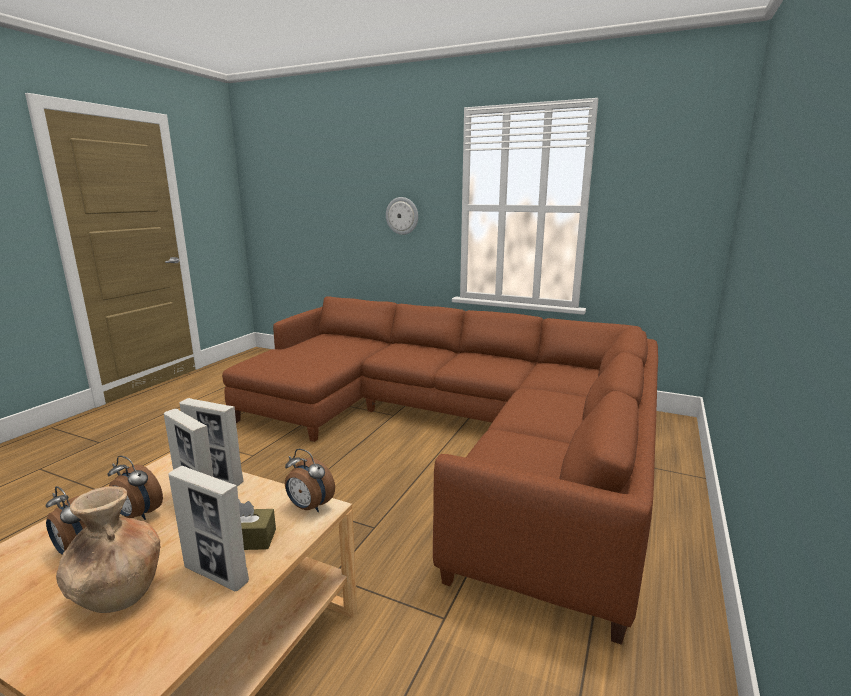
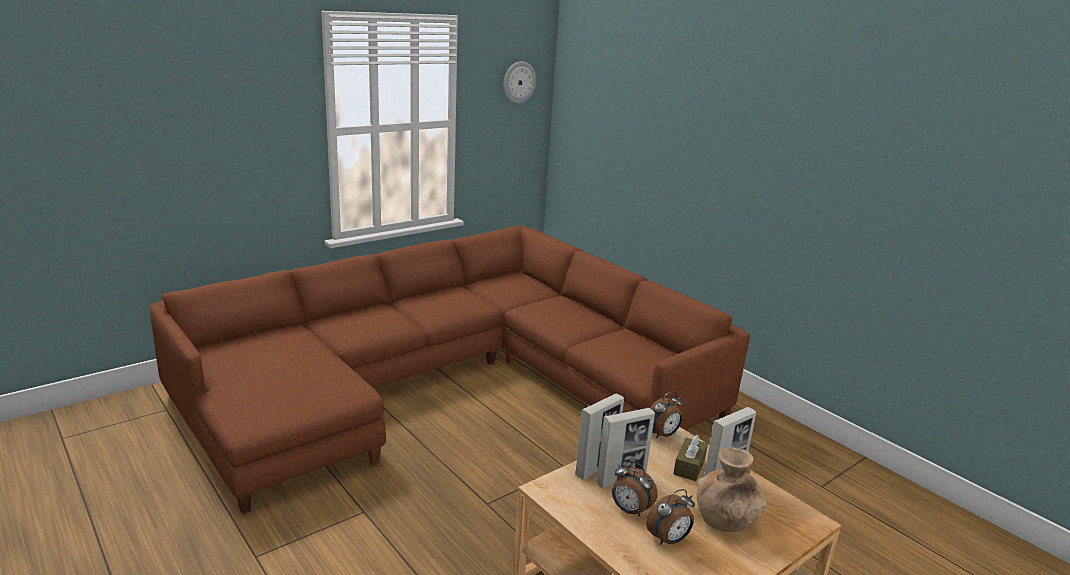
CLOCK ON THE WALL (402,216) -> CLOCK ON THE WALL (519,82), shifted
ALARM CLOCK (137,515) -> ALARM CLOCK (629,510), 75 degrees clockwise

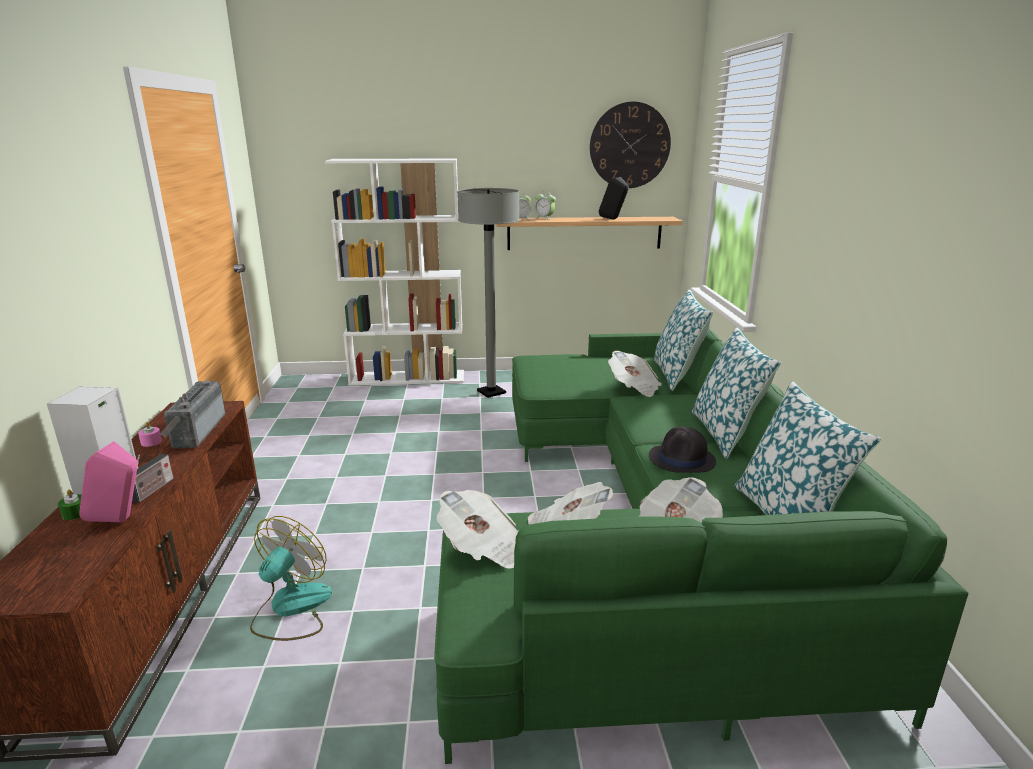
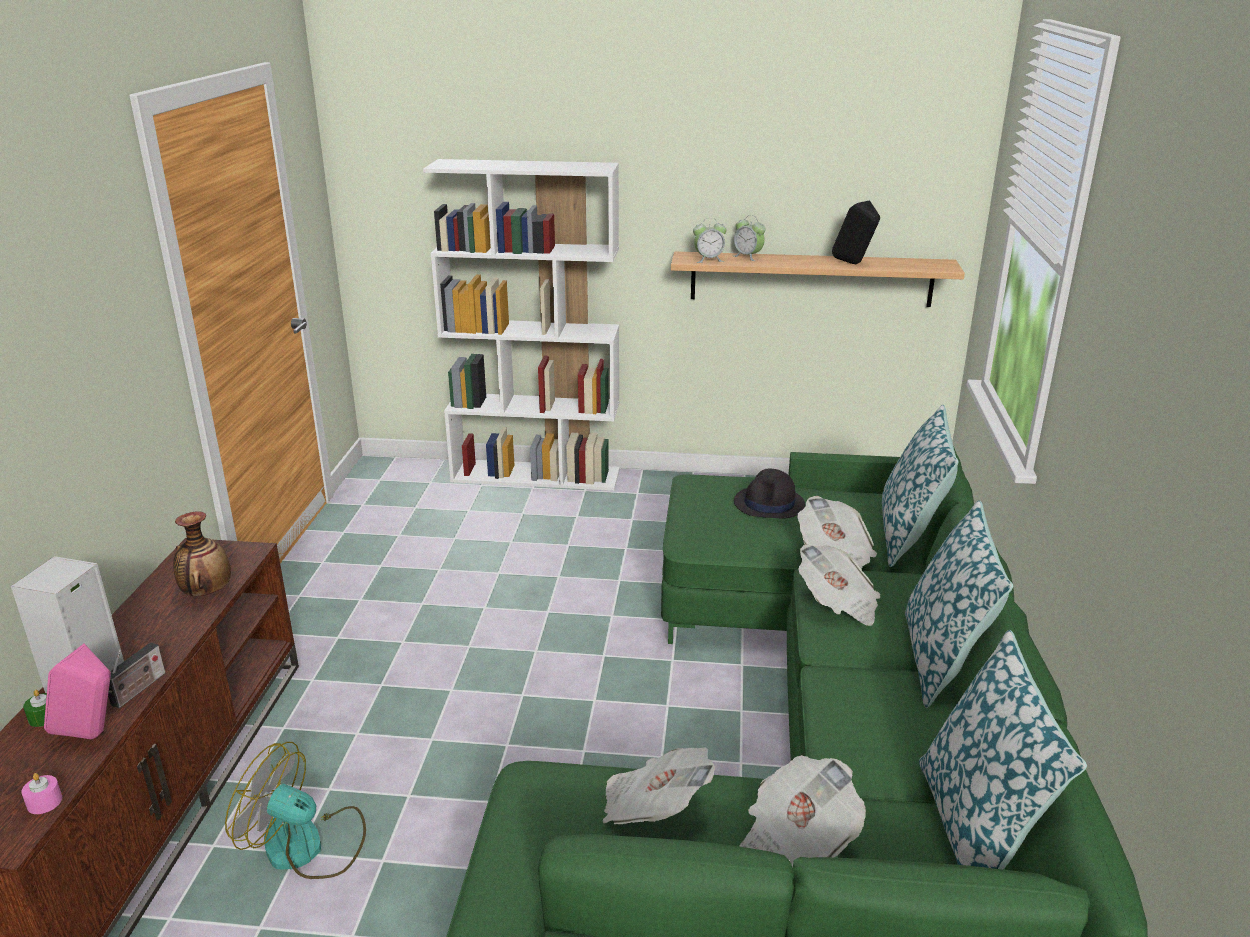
PINK CANDLE (151,442) -> PINK CANDLE (44,802), shifted
RADIO (195,431) -> VASE (206,593)
FAN (291,609) -> FAN (307,846), 105 degrees counterclockwise
BLACK CLOTHING HAT (682,460) -> BLACK CLOTHING HAT (769,504), shifted
DAILY PAPER (482,547) -> DAILY PAPER (838,604), shifted
GREYISH STANDARD LAMP (491,392) -> none
CLOCK ON THE WALL (629,145) -> none

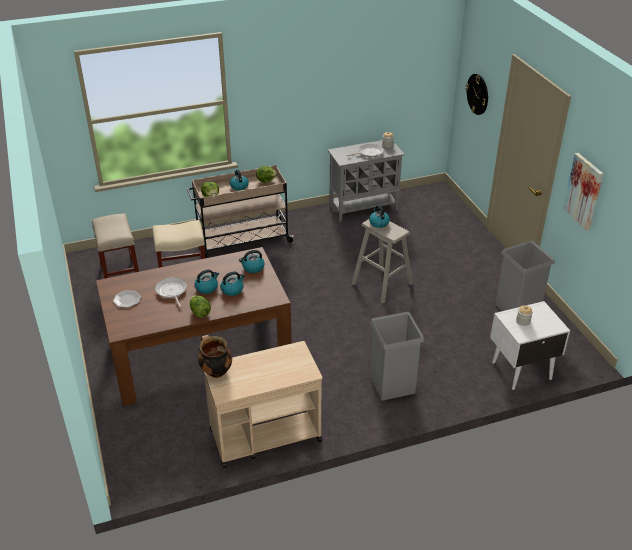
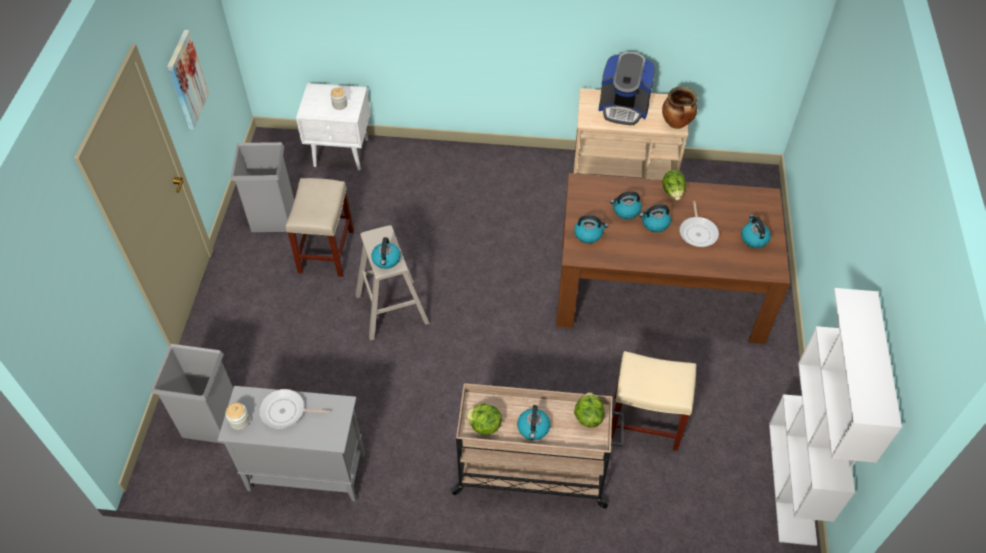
GREYISH TRASH CAN (392,384) -> GREYISH TRASH CAN (210,420), shifted
SAND-COLOURED STOOL (120,274) -> SAND-COLOURED STOOL (326,252), shifted
none -> COFFEE MACHINE (623,108)
PLATE (127,299) -> KETTLE (753,238)
none -> WHITE-COLOURED BOOKSHELF (792,482)
CLOCK ON THE WALL (477,94) -> none

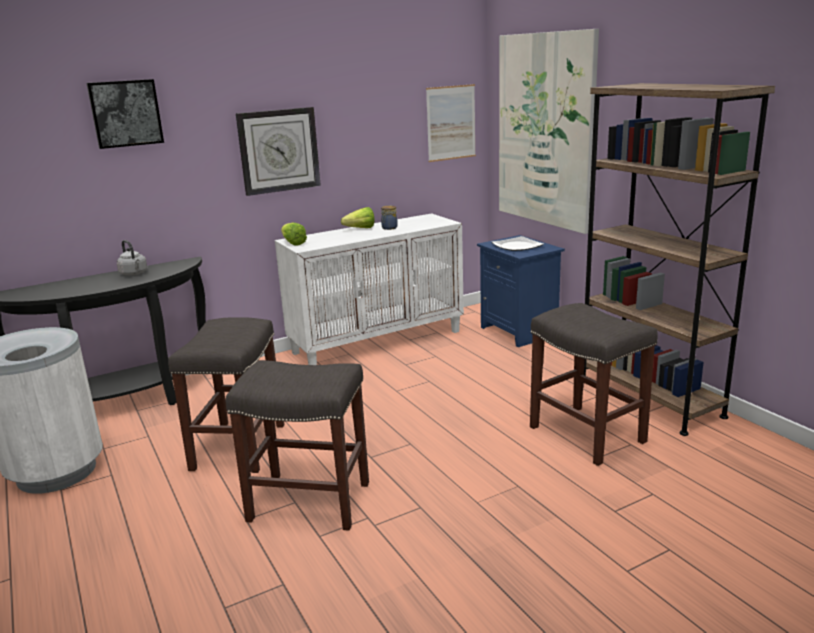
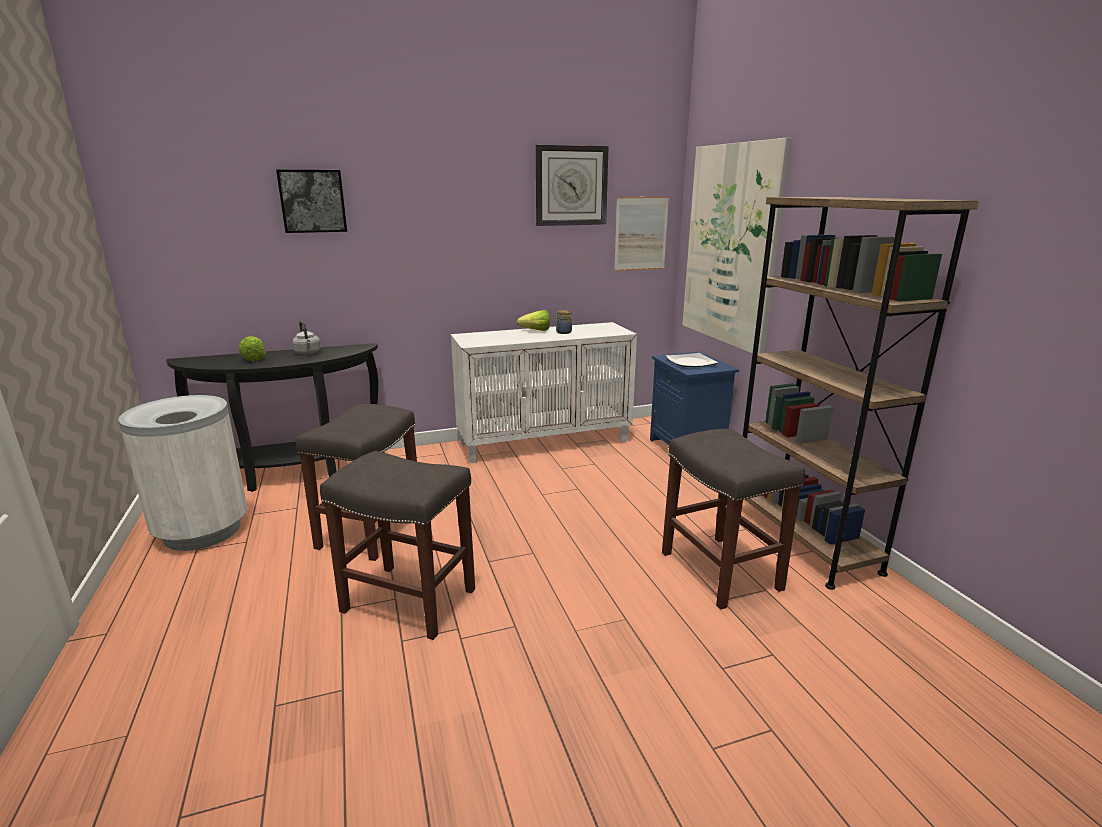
LETTUCE (292,242) -> LETTUCE (254,357), shifted
CLOCK ON THE WALL (279,150) -> CLOCK ON THE WALL (571,186), shifted

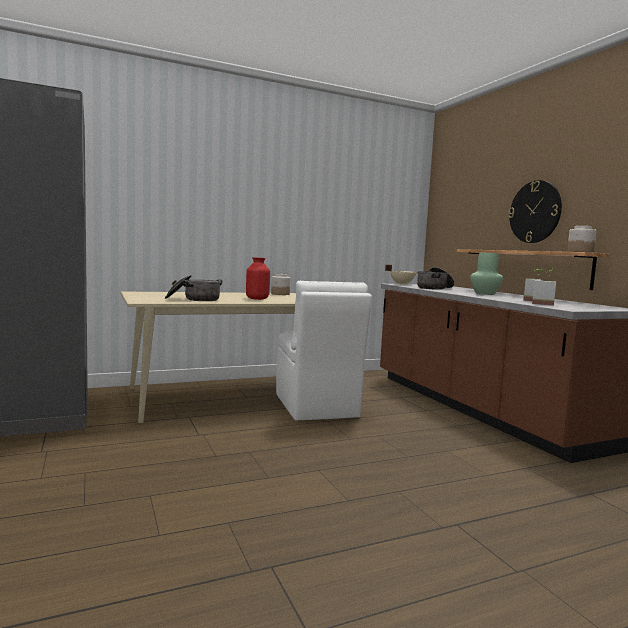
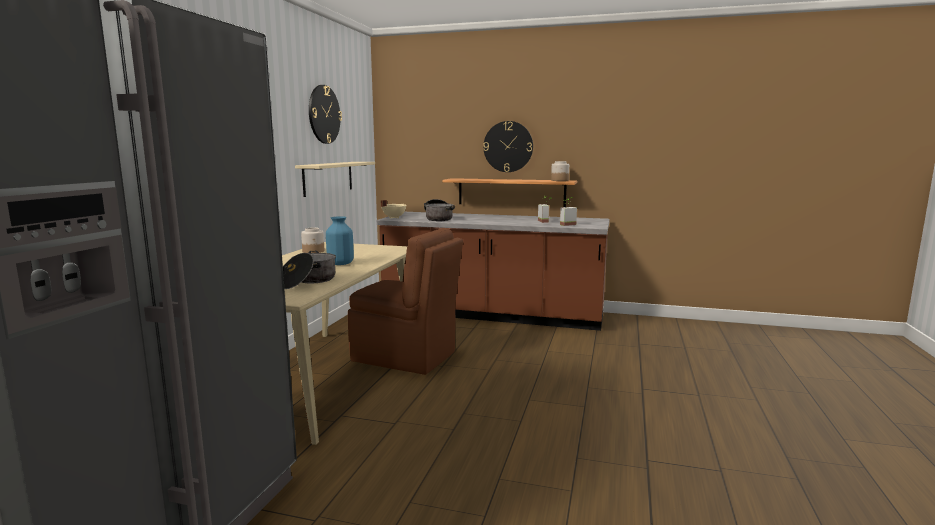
none -> SAND-COLOURED BRACKET SHELF (328,178)
none -> CLOCK ON THE WALL (324,114)
REDDISH VASE (257,299) -> BLUISH VASE (340,263)
WHITE-COLOURED PLAIN CHAIR (316,406) -> BROWN PLAIN CHAIR (406,357)
GREENISH VASE (485,294) -> none

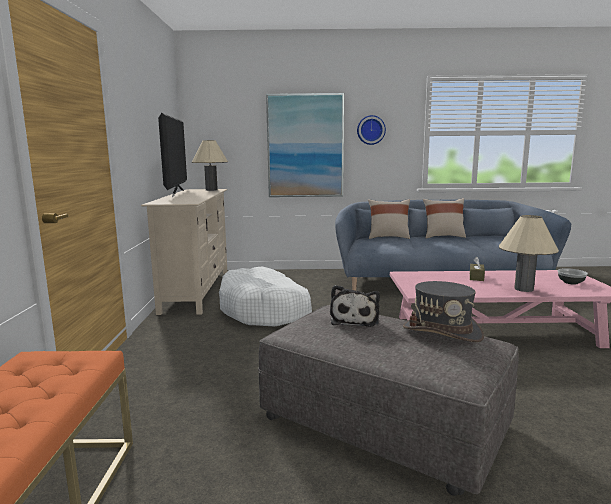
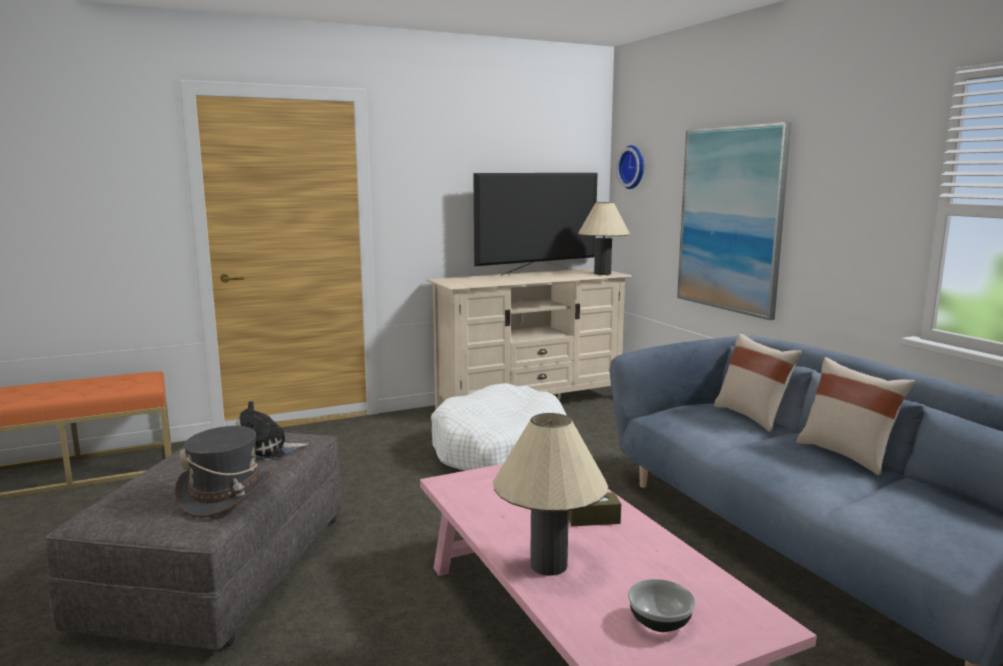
CLOCK ON THE WALL (370,130) -> CLOCK ON THE WALL (633,167), shifted

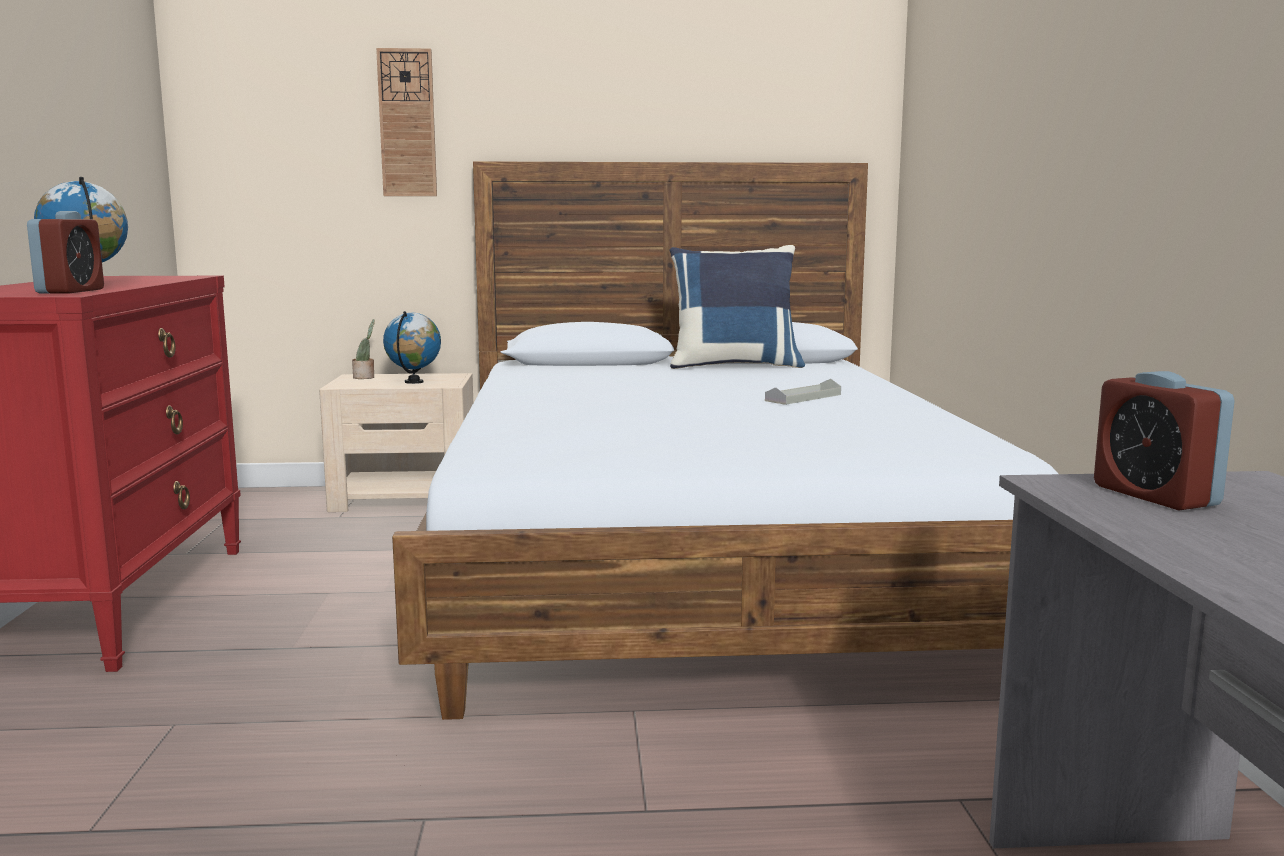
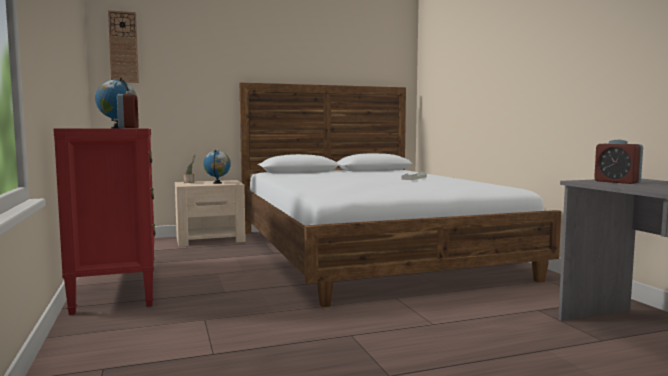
CLOCK ON THE WALL (407,123) -> CLOCK ON THE WALL (123,47), shifted
BLUISH THROW PILLOW (734,365) -> none

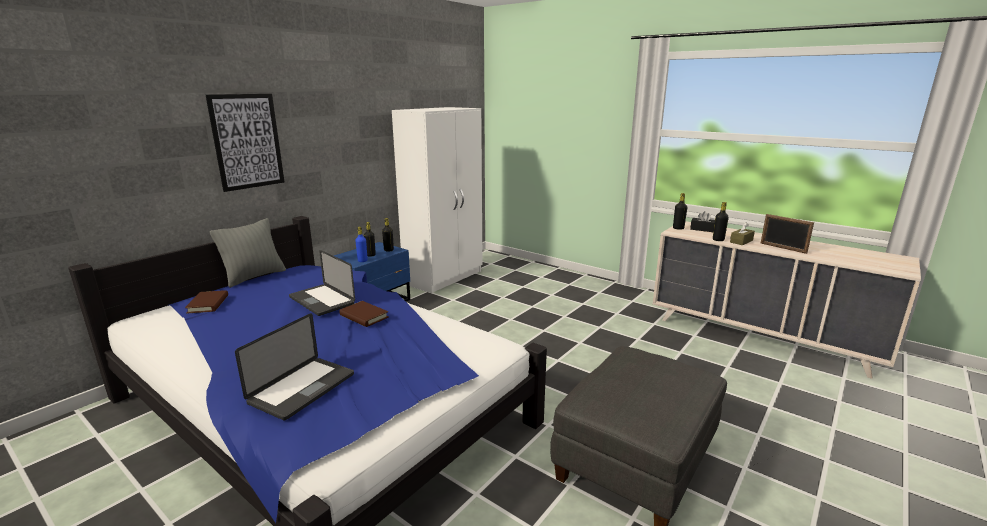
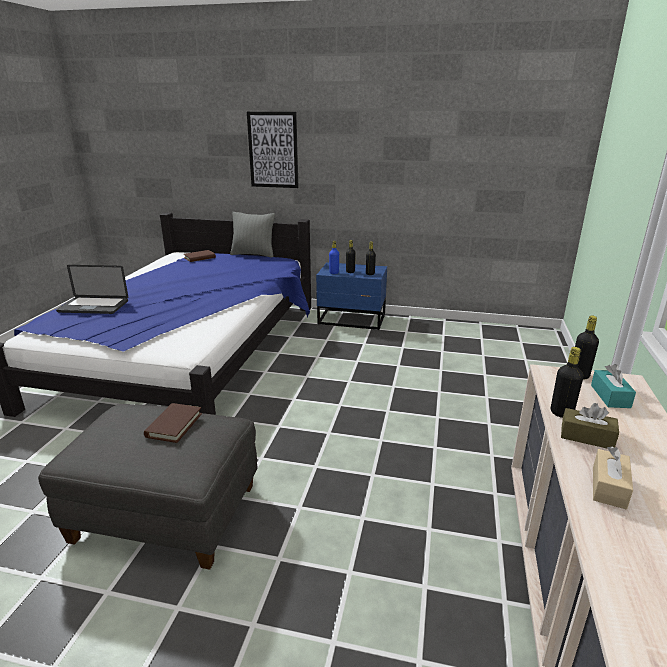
BROWN VOLUME (364,316) -> BROWN VOLUME (174,425), shifted
BLACK BOX OF TISSUES (702,229) -> BLUE-GREEN BOX OF TISSUES (610,396)
PICTURE FRAME (783,248) -> SAND-COLOURED BOX OF TISSUES (609,487)
LAPTOP (322,301) -> none
WHITE-COLOURED WARDROBE (444,277) -> none

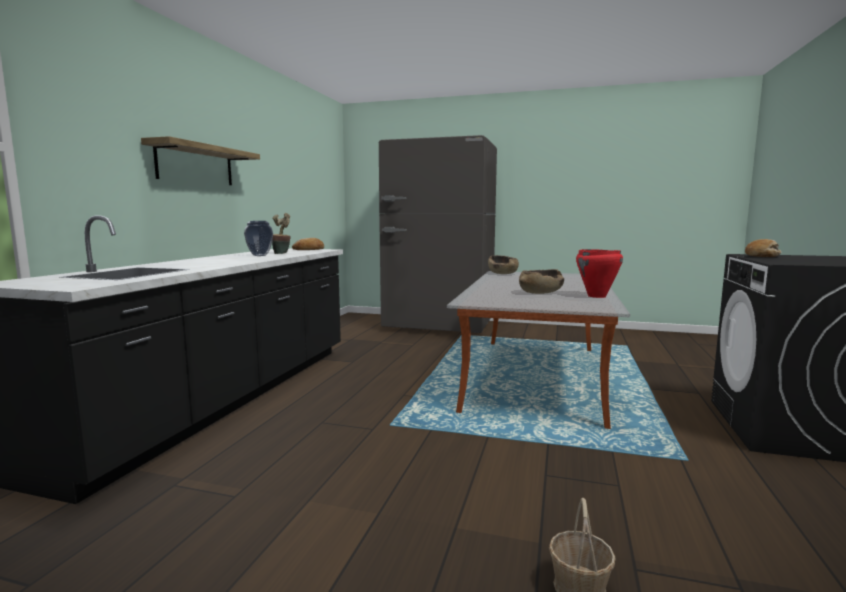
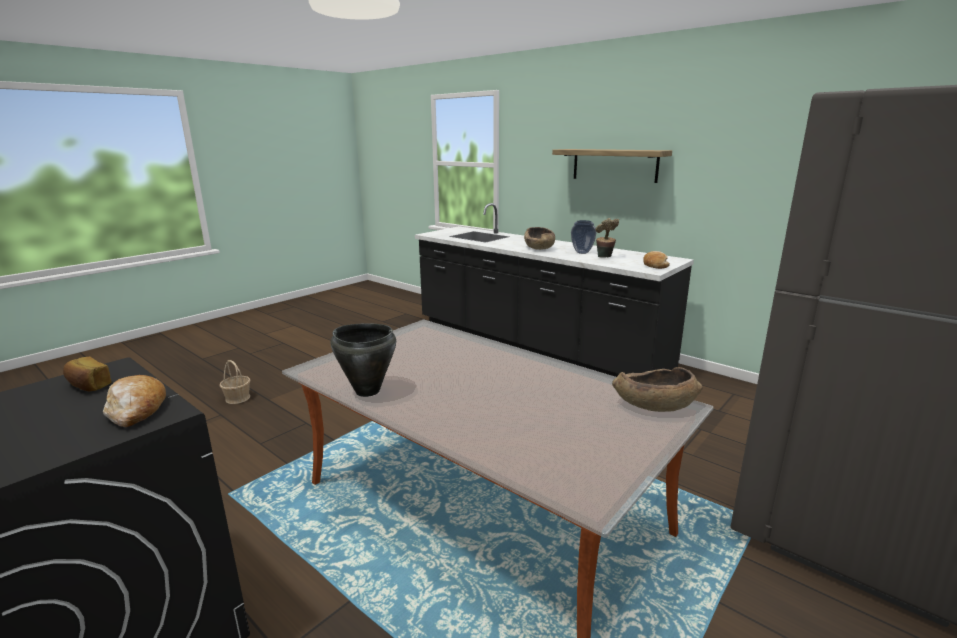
none -> BAKERY BREAD (88,385)
REDDISH COOKING POT (597,296) -> BLACK COOKING POT (367,391)
BROWN DEEP DISH (540,292) -> BROWN DEEP DISH (539,248), shifted

